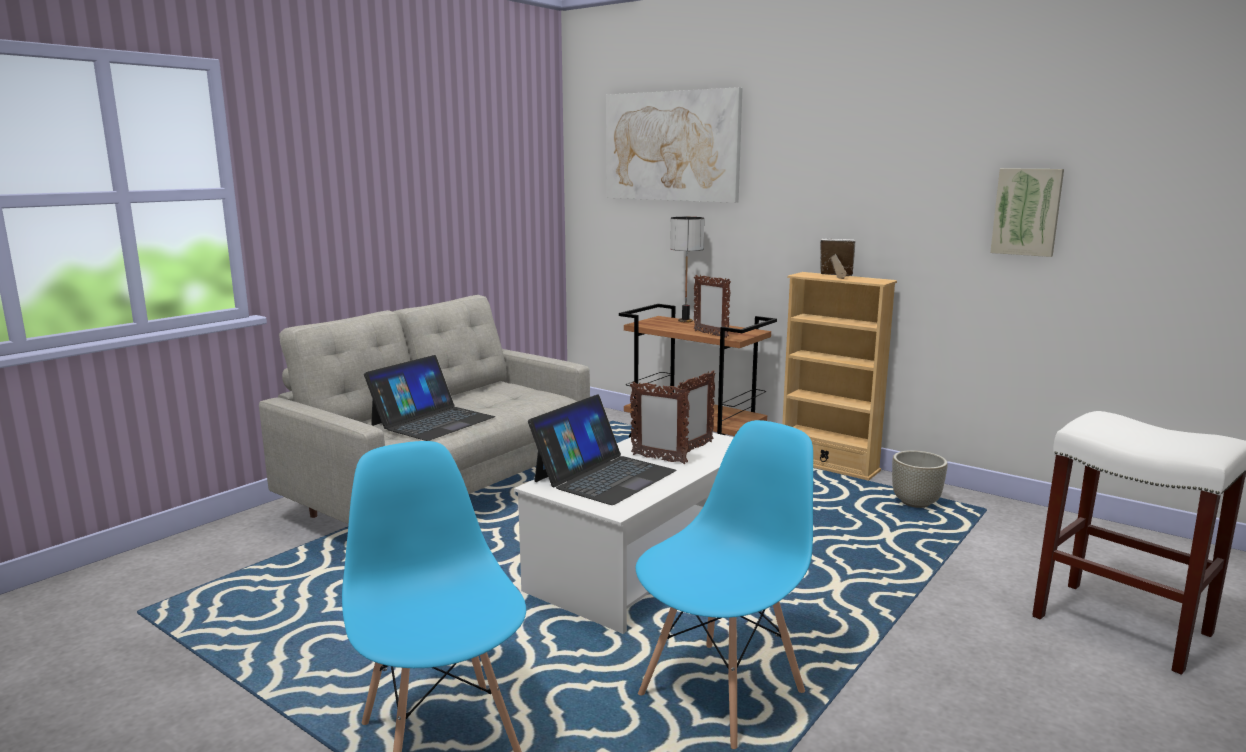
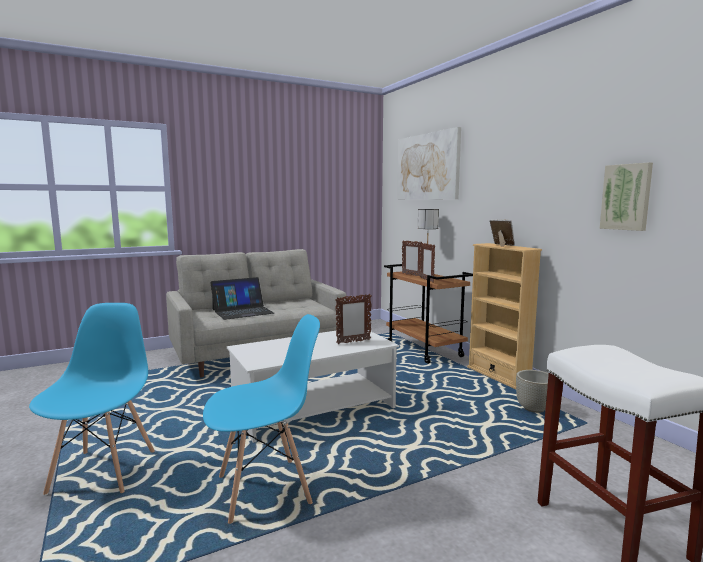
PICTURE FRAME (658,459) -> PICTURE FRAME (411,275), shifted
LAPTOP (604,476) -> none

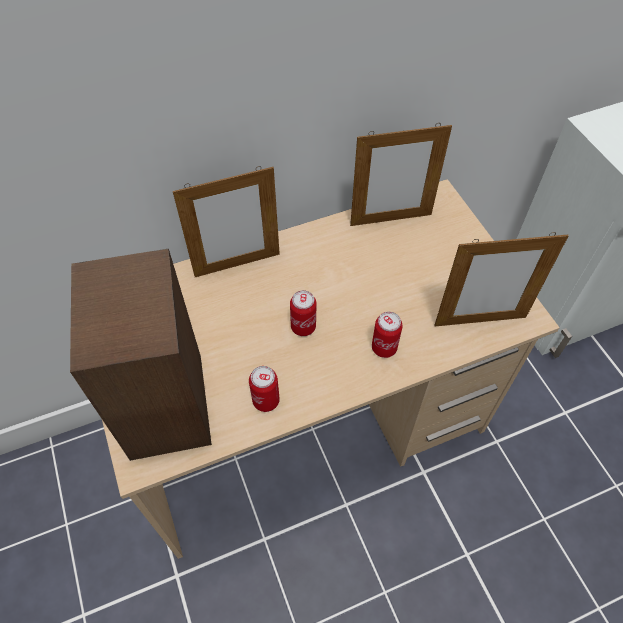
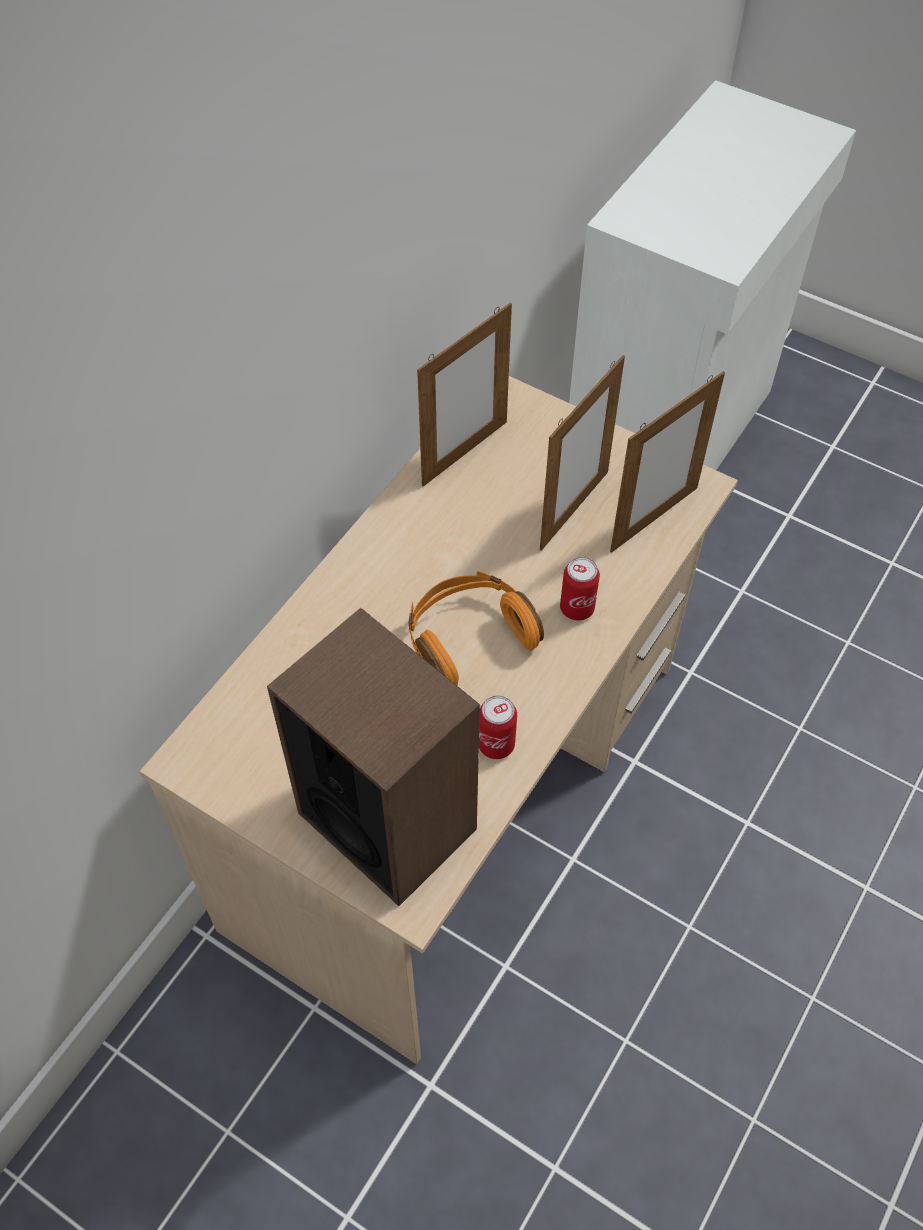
CAN (303,327) -> ORANGEY HEADSET (468,638)
PICTURE FRAME (237,265) -> PICTURE FRAME (574,510), shifted

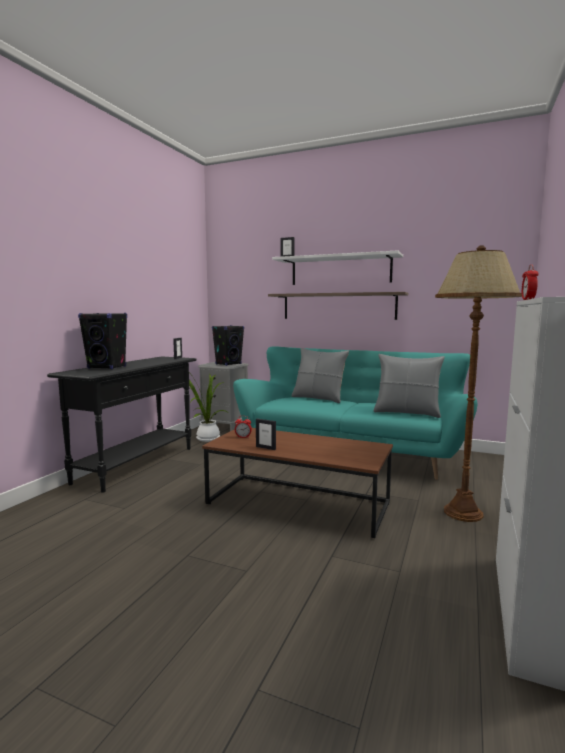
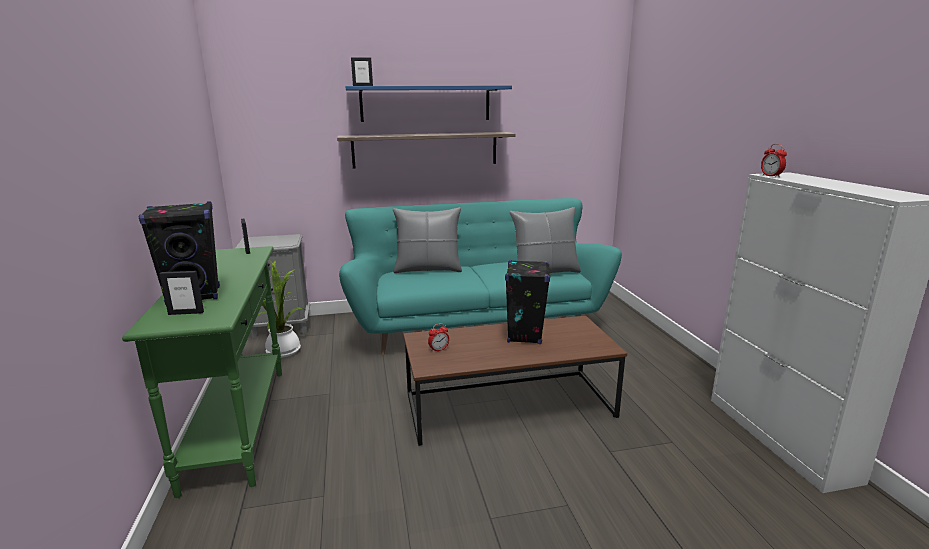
BLACK NARROW TABLE (137,464) -> GREENISH NARROW TABLE (238,424)
PICTURE FRAME (266,448) -> PICTURE FRAME (186,313), shifted
WHITE-COLOURED BRACKET SHELF (340,270) -> BLUISH BRACKET SHELF (425,103)
BLACK LOUDSPEAKER (228,364) -> BLACK LOUDSPEAKER (524,335), shifted
BROWN STANDARD LAMP (463,513) -> none

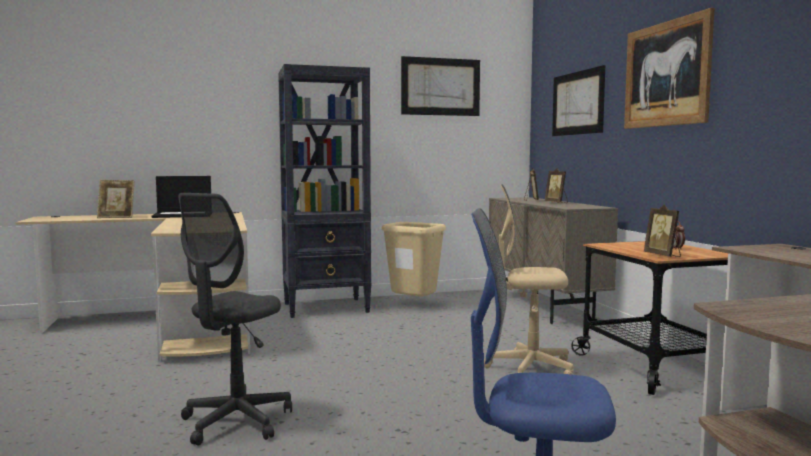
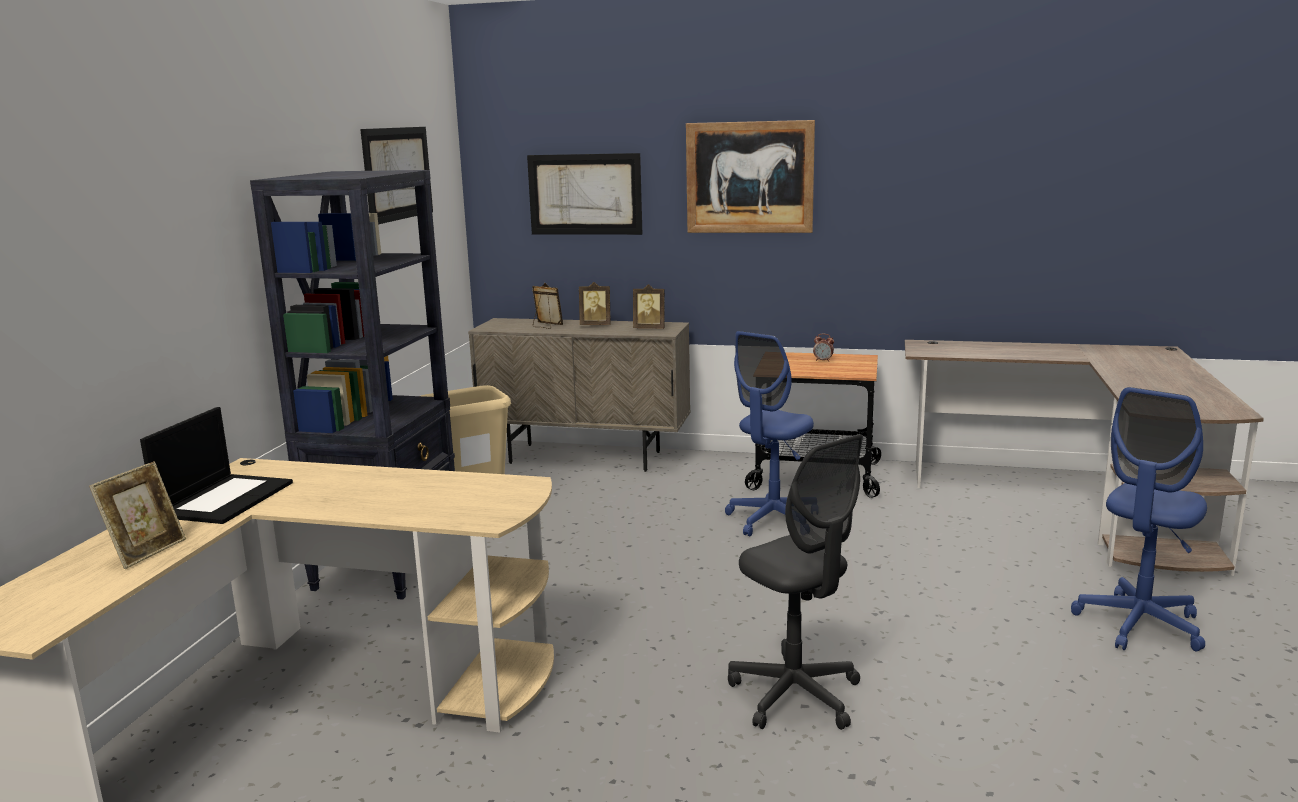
PICTURE FRAME (663,256) -> PICTURE FRAME (650,328), shifted
SAND-COLOURED COMPUTER CHAIR (530,369) -> BLUISH COMPUTER CHAIR (772,520)

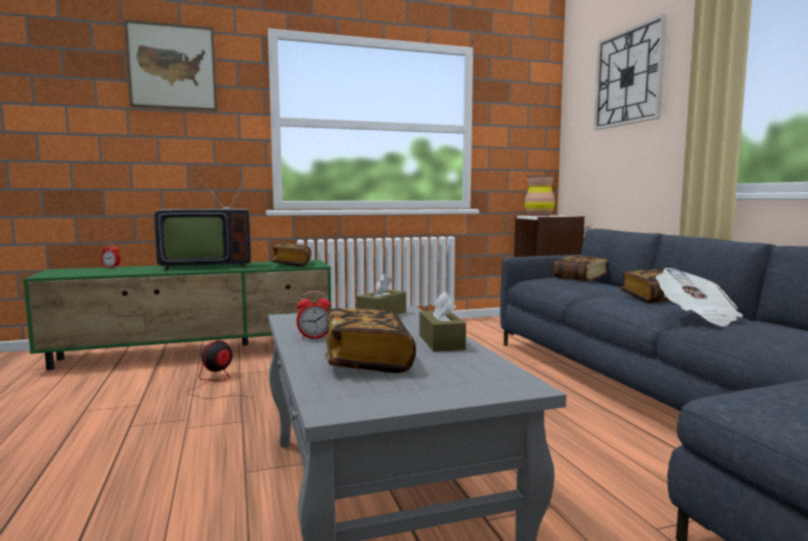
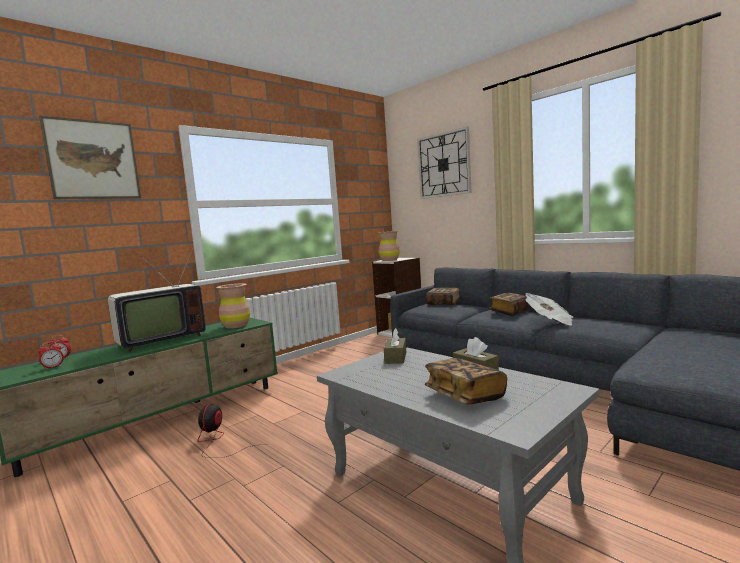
ALARM CLOCK (314,338) -> ALARM CLOCK (53,367), shifted
VOLUME (292,264) -> BROWN VASE (236,325)

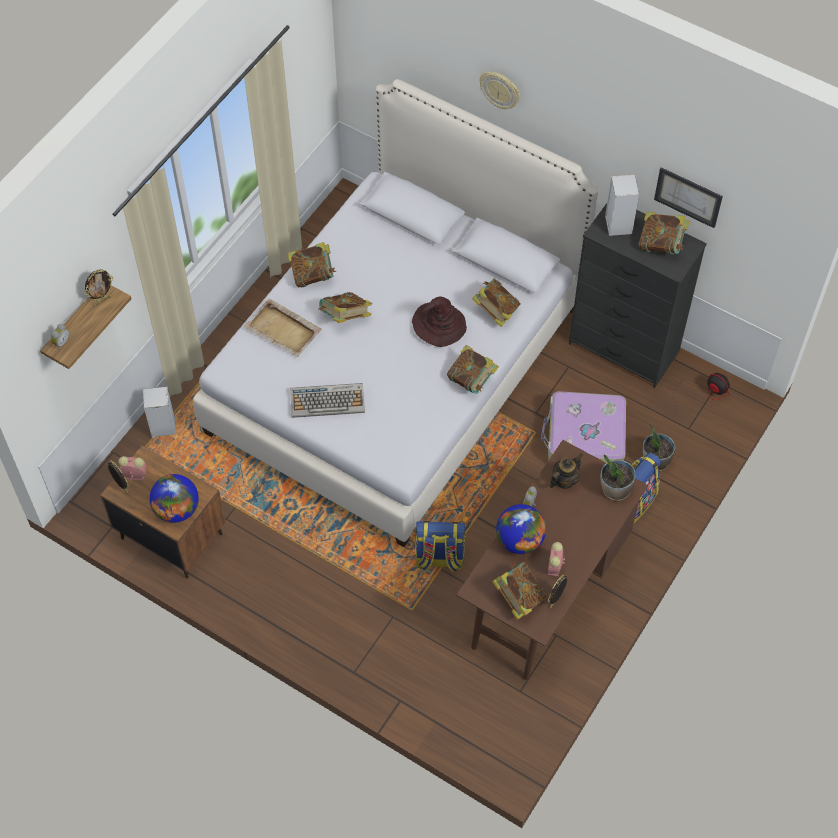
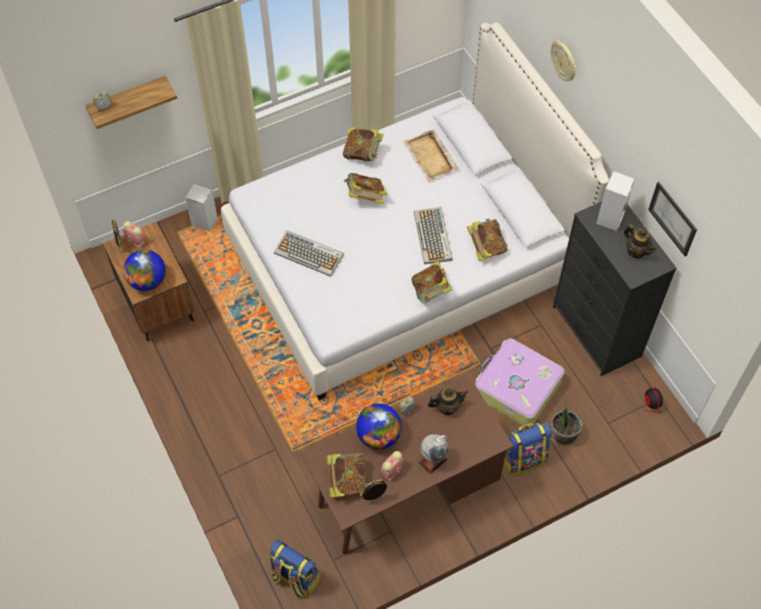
RUCKSACK (439,559) -> RUCKSACK (295,578), shifted
SAND-COLOURED SERVING TRAY (283,330) -> SAND-COLOURED SERVING TRAY (430,157), shifted
BROWN CLOTHING HAT (438,325) -> PC KEYBOARD (433,236)
none -> DESK GLOBE (433,460)
VOLUME (661,244) -> TEA POT (636,251)
PICTURE FRAME (102,300) -> none
HOUSEPLANT (615,489) -> none

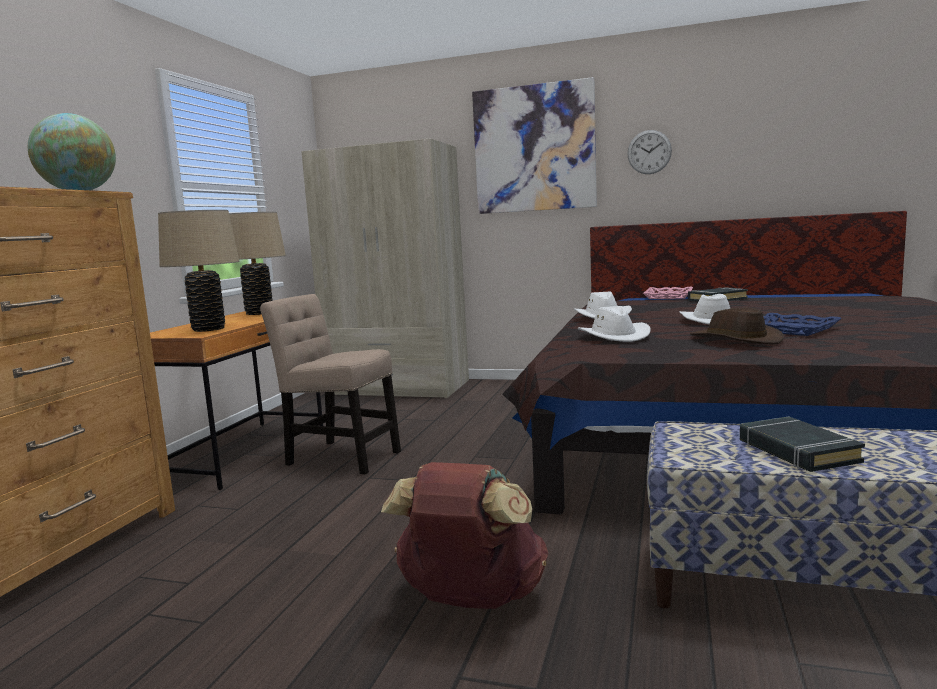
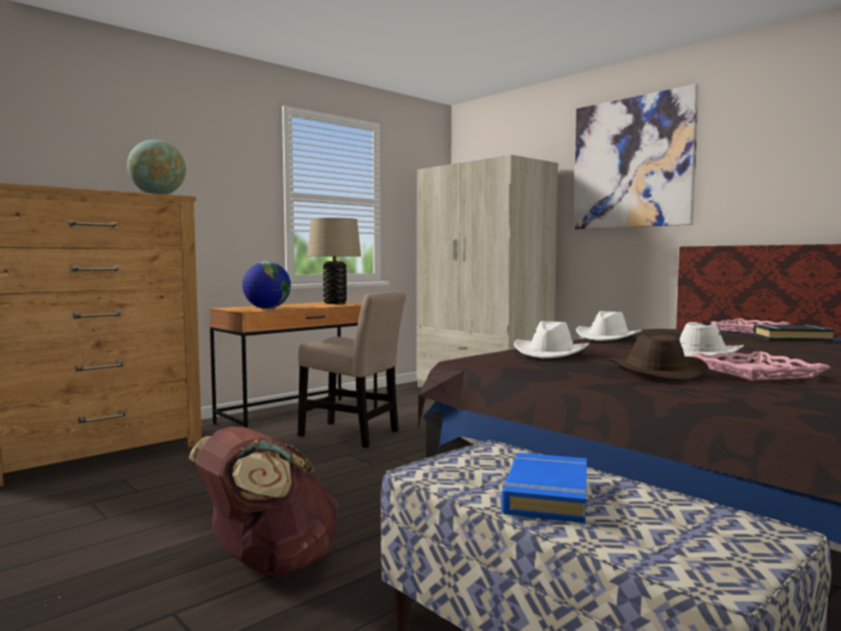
SAND-COLOURED TABLE LAMP (208,329) -> DESK GLOBE (267,308)
SAND-COLOURED PLAIN CHAIR (339,457) -> SAND-COLOURED PLAIN CHAIR (353,434), 150 degrees clockwise
BLACK VOLUME (797,451) -> BLUISH VOLUME (546,495)
BLUISH SERVING TRAY (789,329) -> PINK SERVING TRAY (755,372)
CLOCK ON THE WALL (649,152) -> none

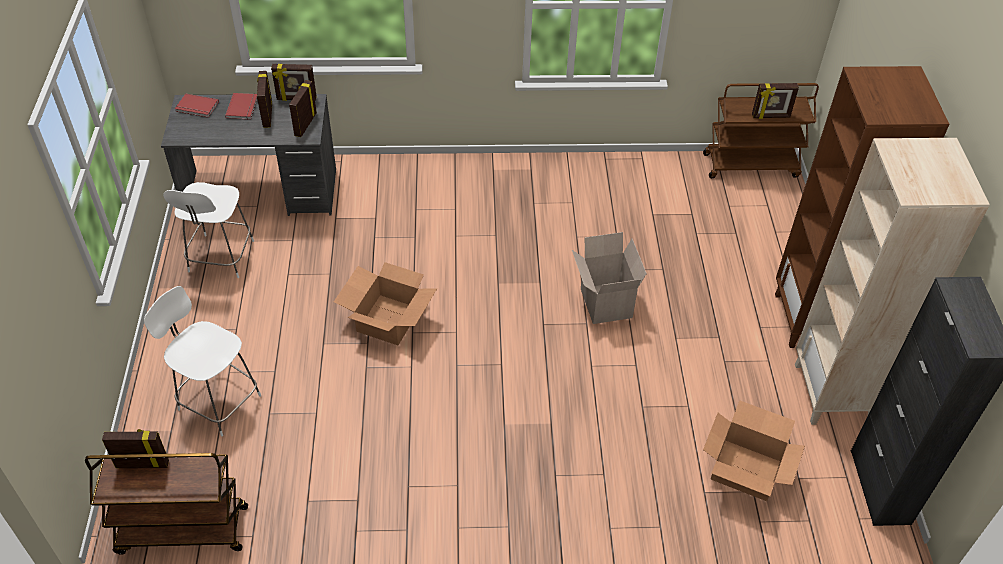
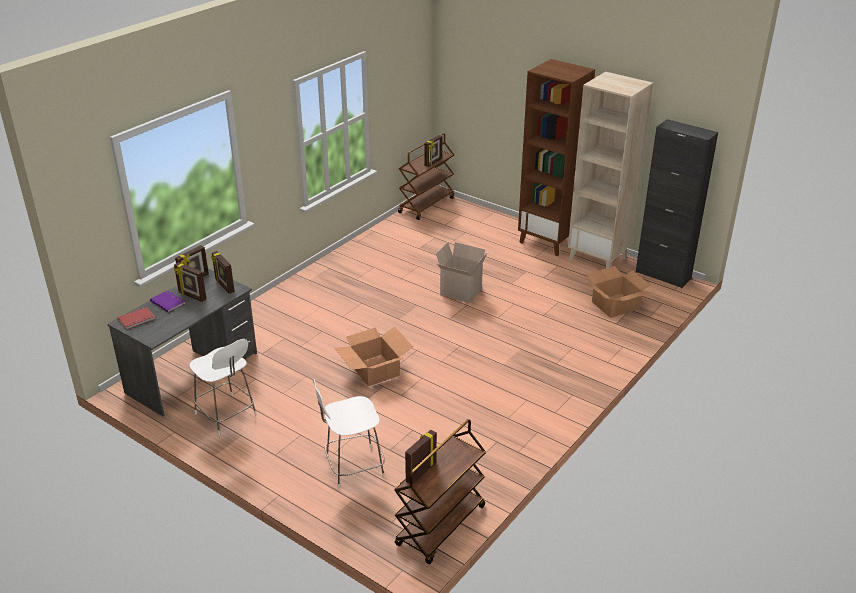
REDDISH VOLUME (243,107) -> PURPLE VOLUME (168,302)

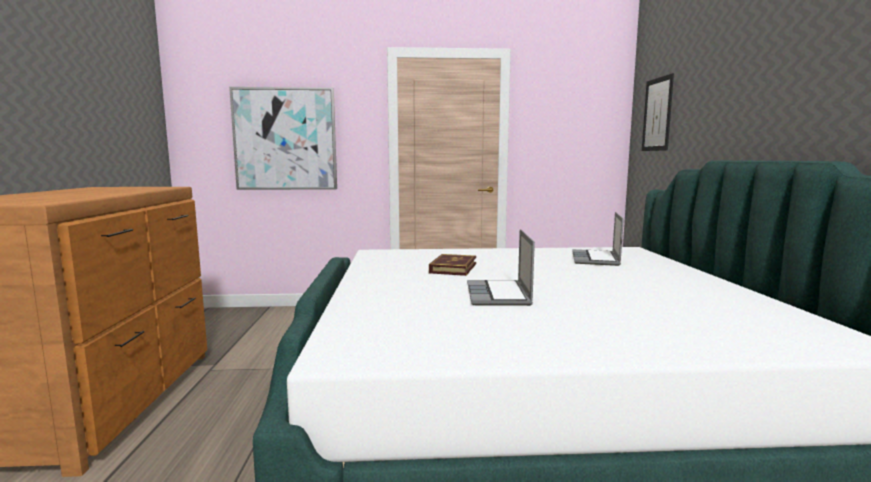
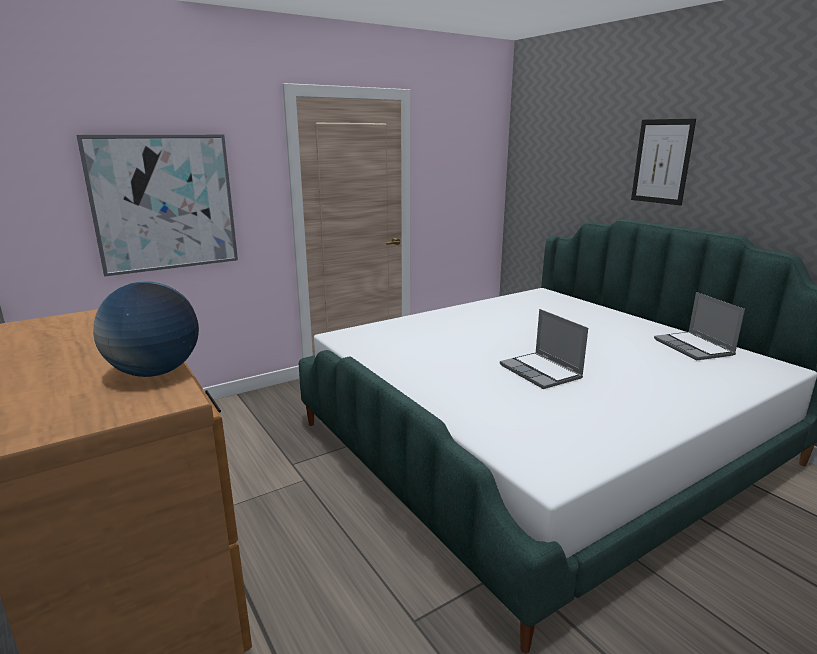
none -> DESK GLOBE (155,372)
WALL PICTURE (657,114) -> WALL PICTURE (662,161), shifted
LAPTOP (596,259) -> LAPTOP (694,348), shifted
VOLUME (453,268) -> none

